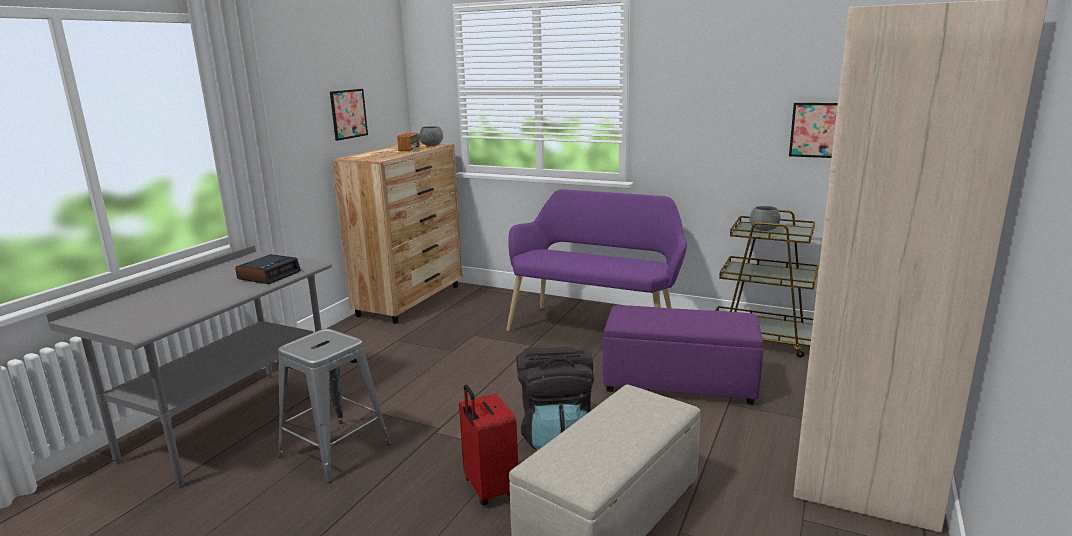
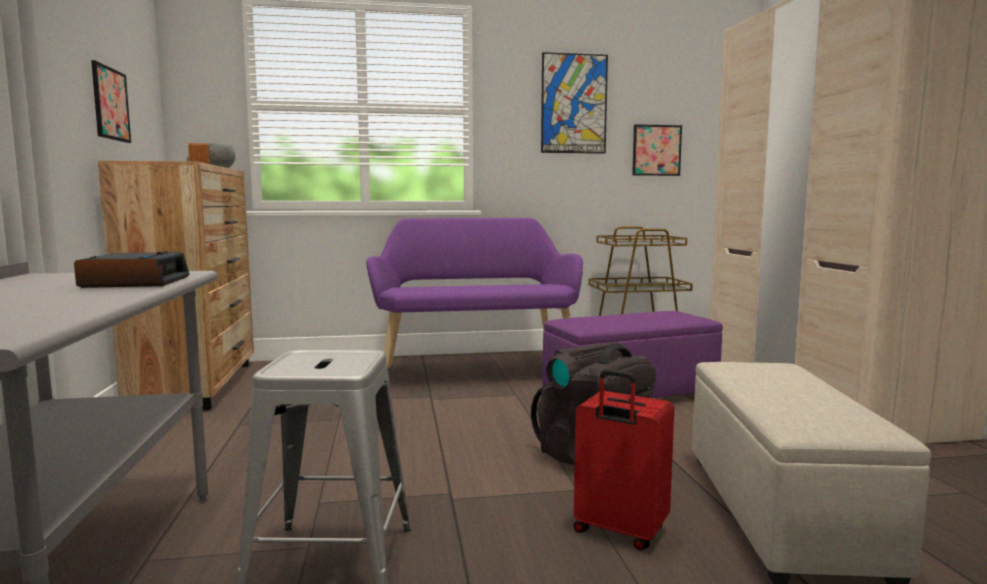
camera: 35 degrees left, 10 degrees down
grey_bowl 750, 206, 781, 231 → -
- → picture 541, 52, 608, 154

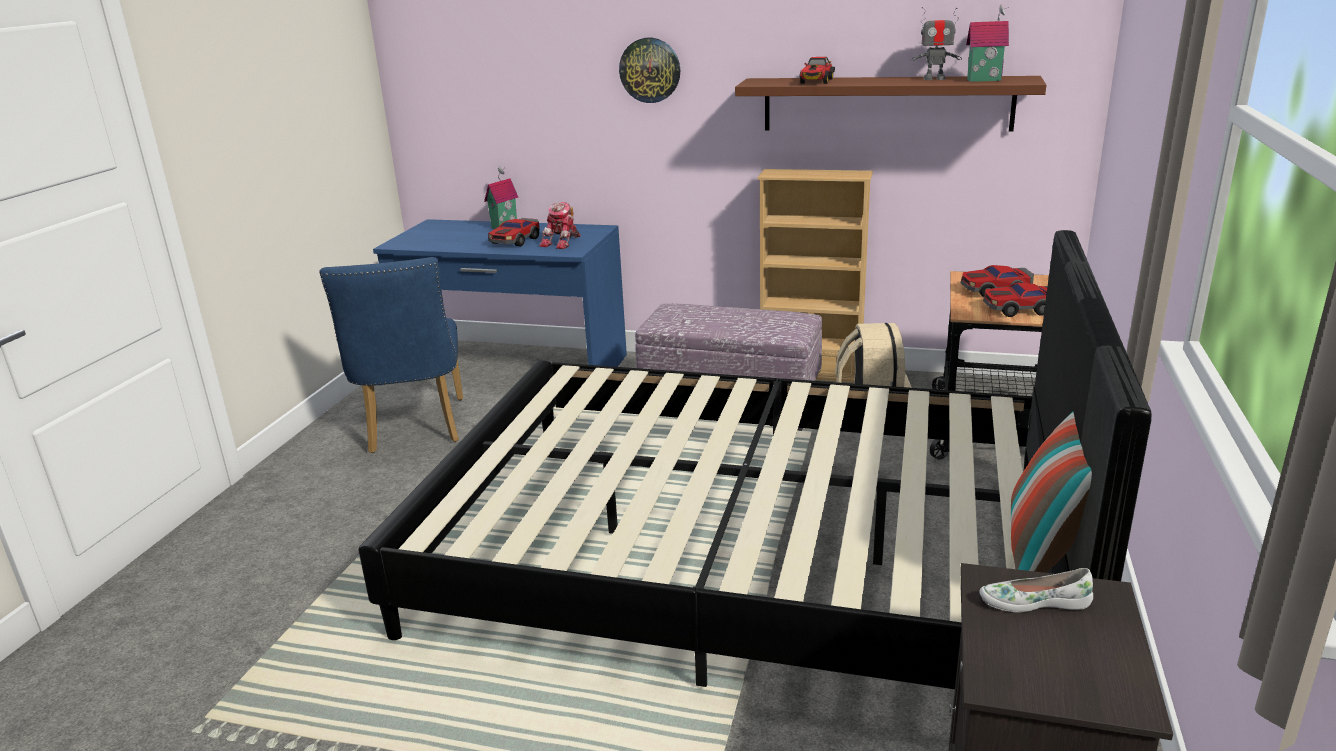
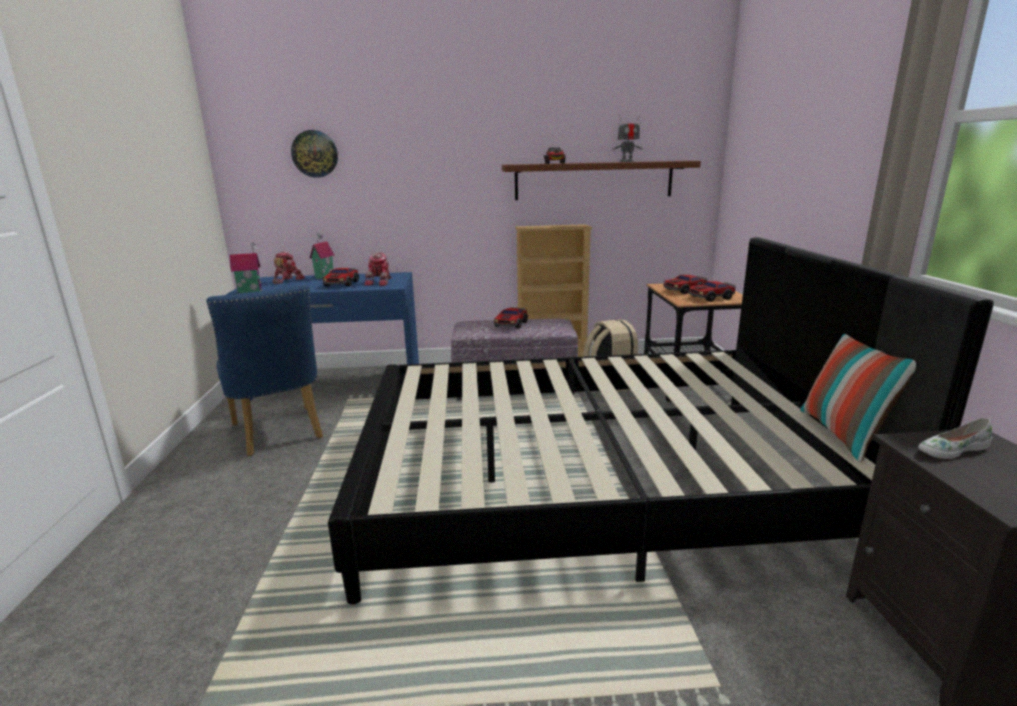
camera: 20 degrees left, 5 degrees down
- → toy_robot 273, 251, 305, 284
- → toy_car 494, 307, 528, 328
wall_clock 619, 38, 680, 103 → wall_clock 291, 130, 338, 178, relocated
toy_house 966, 5, 1009, 82 → toy_house 230, 242, 262, 294, relocated

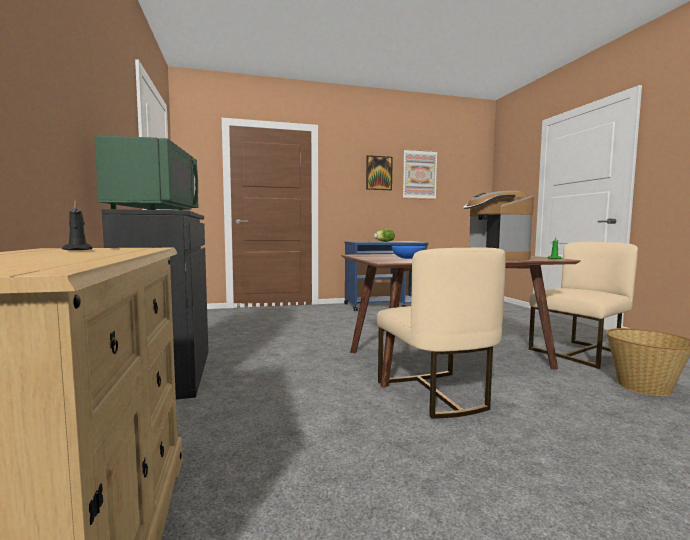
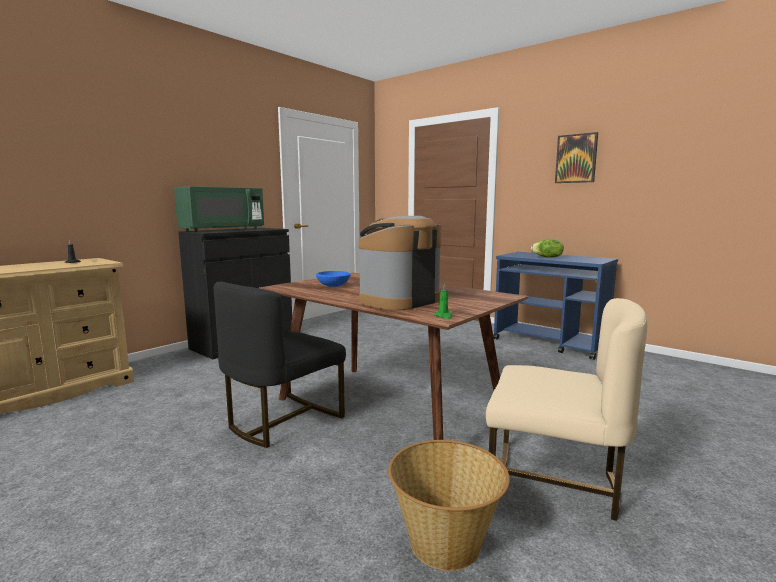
camera: 55 degrees right, 5 degrees up
picture 403, 149, 438, 200 → -
beige_chair 377, 248, 506, 419 → black_chair 214, 282, 346, 448

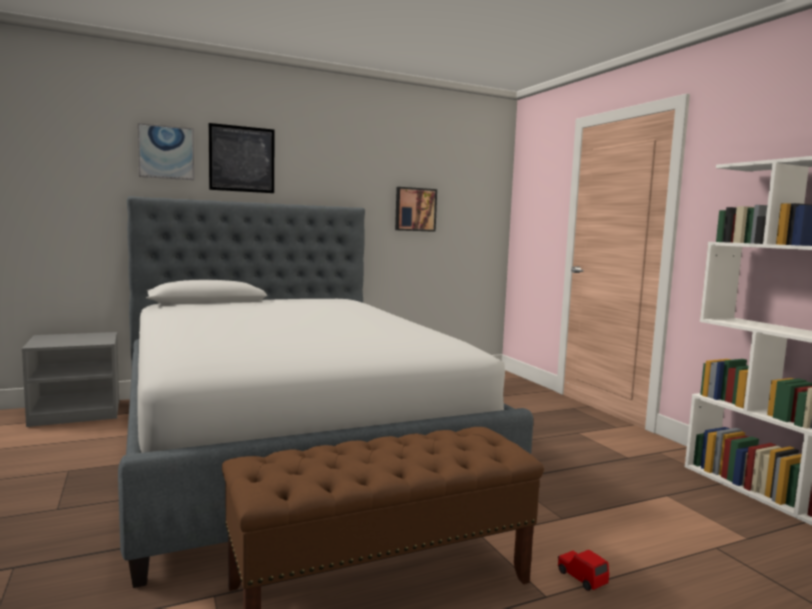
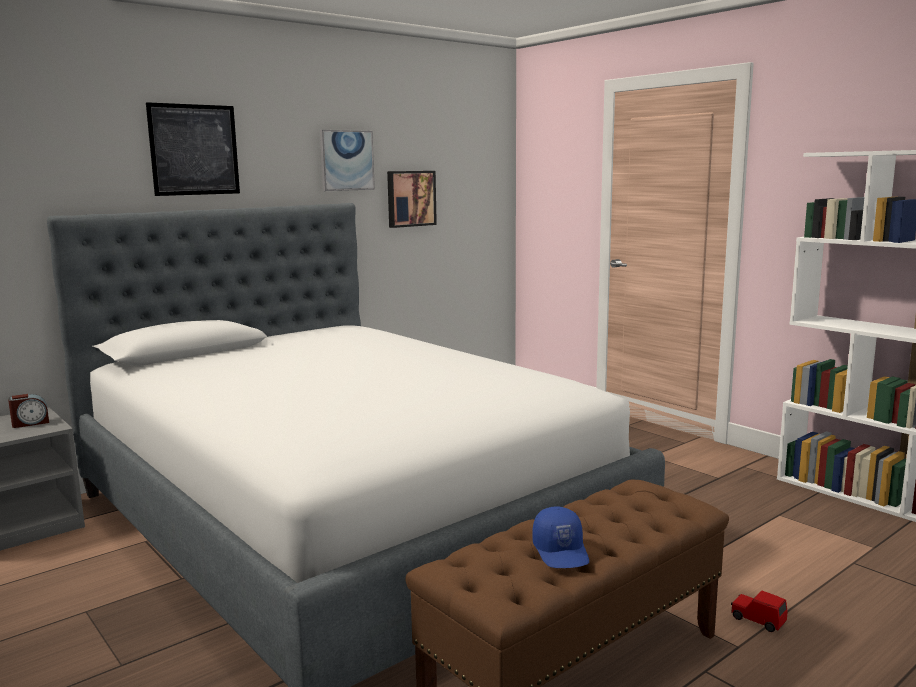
camera: 15 degrees left, 5 degrees up
- → alarm_clock 8, 394, 49, 428
- → blue_cap 532, 506, 589, 568
picture 138, 123, 194, 180 → picture 320, 130, 375, 191, relocated

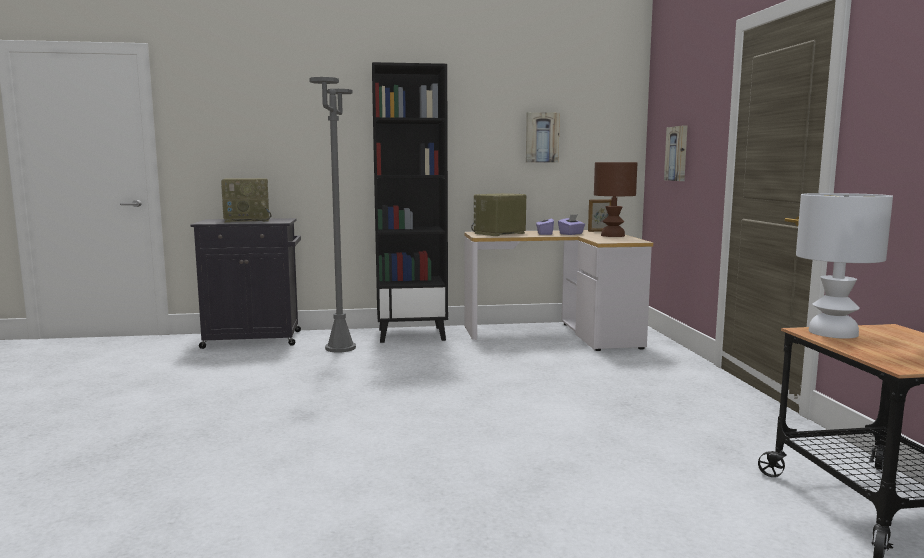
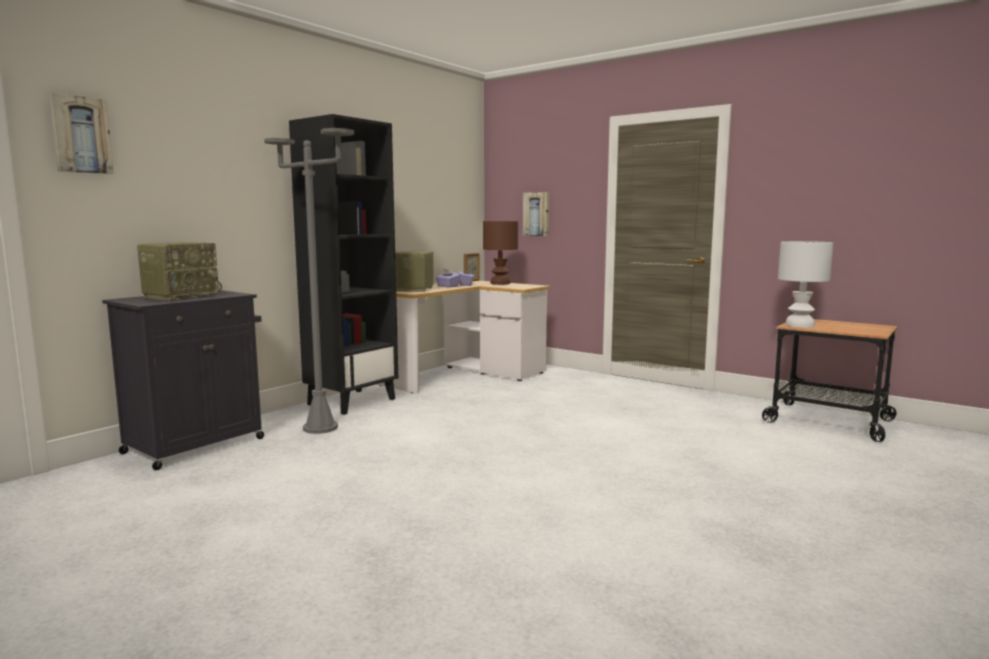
camera: 45 degrees left, 0 degrees up
picture 526, 112, 560, 163 → picture 49, 93, 114, 174, relocated

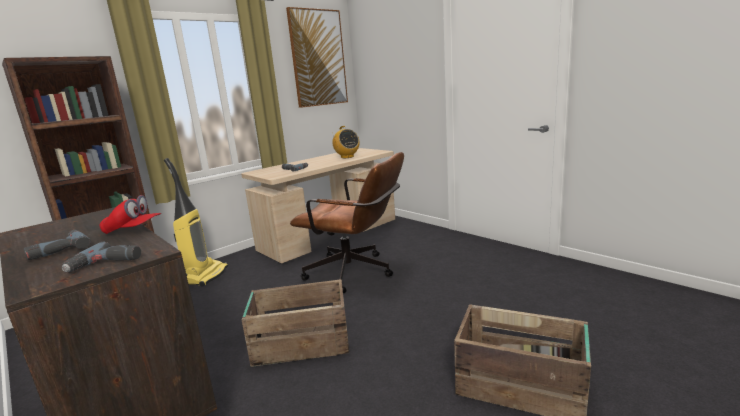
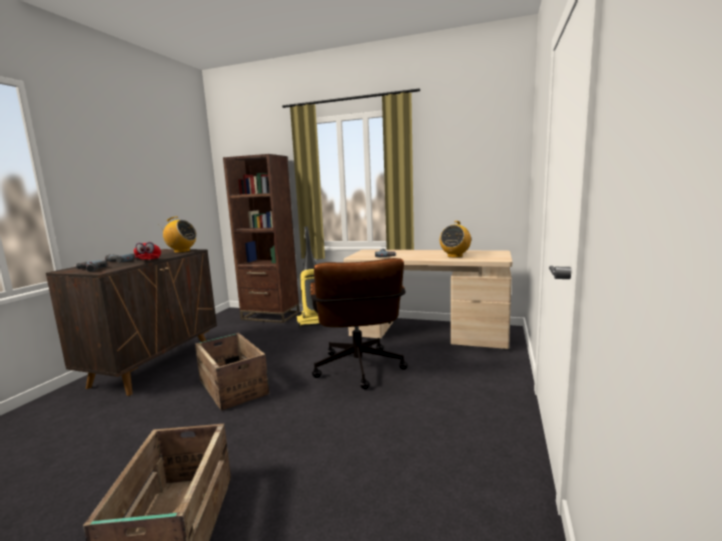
camera: 60 degrees right, 5 degrees down
picture 286, 7, 348, 108 → -
- → radio 160, 216, 197, 253

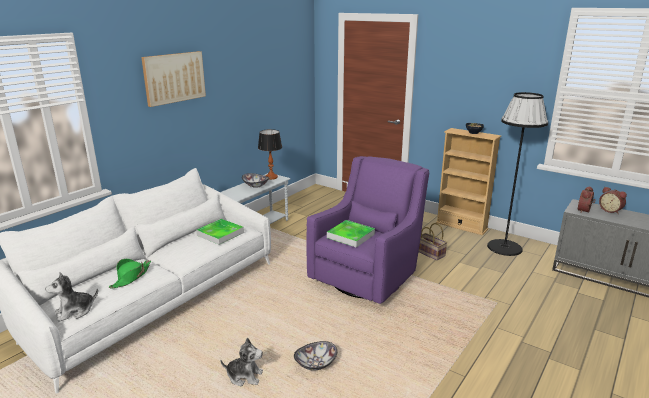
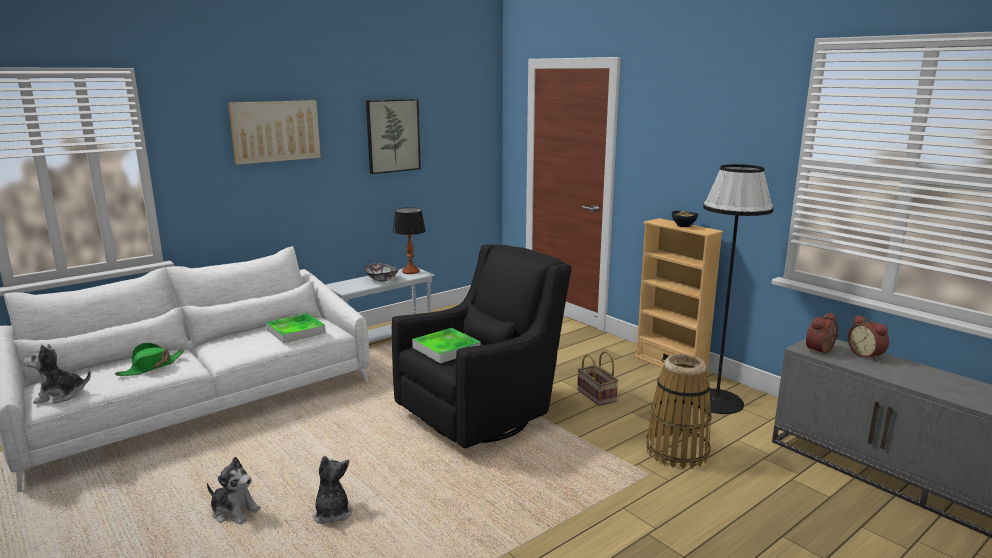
camera: 15 degrees right, 5 degrees down
- → picture 366, 99, 421, 174
- → basket 646, 354, 712, 469
bowl 294, 341, 337, 371 → plush_toy 312, 456, 353, 524
purple_armchair 306, 156, 429, 304 → black_armchair 392, 244, 571, 448

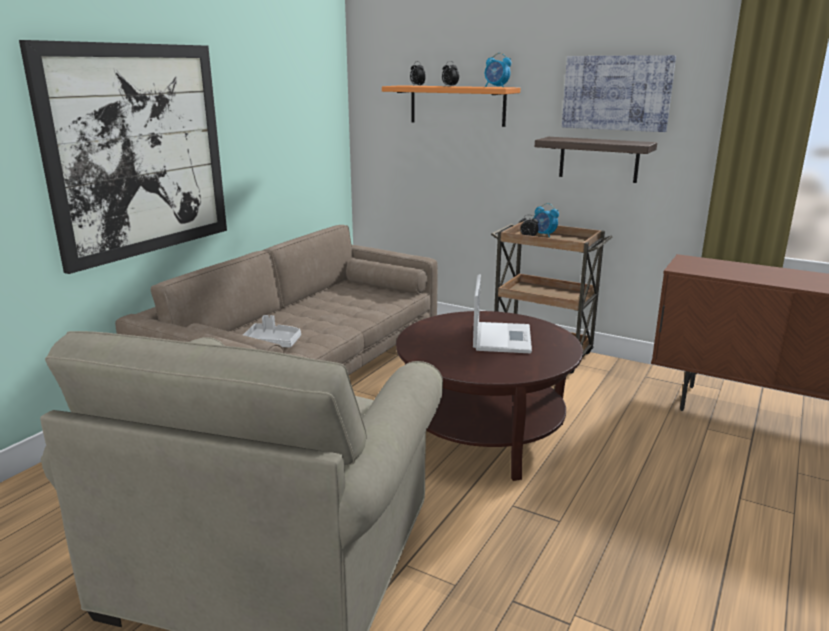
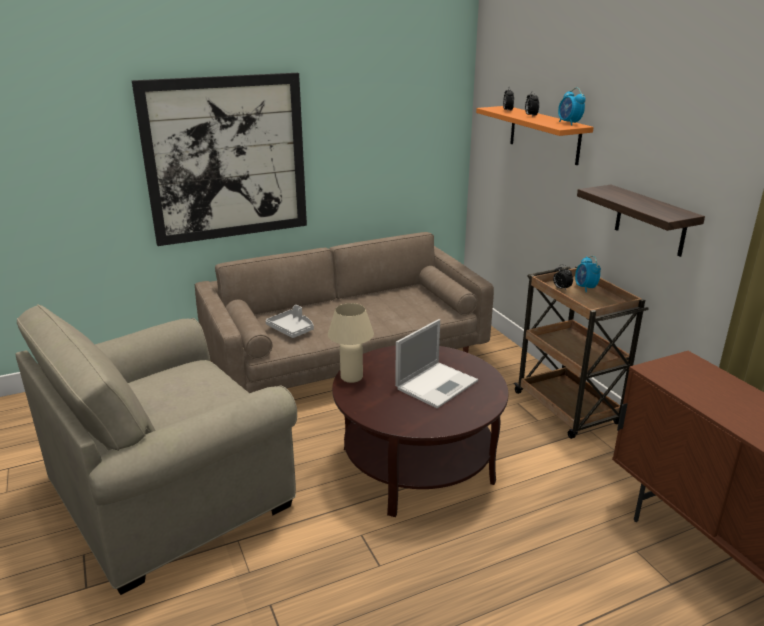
camera: 35 degrees right, 5 degrees up
picture 562, 55, 676, 132 → -
- → beige_table_lamp 328, 303, 374, 383

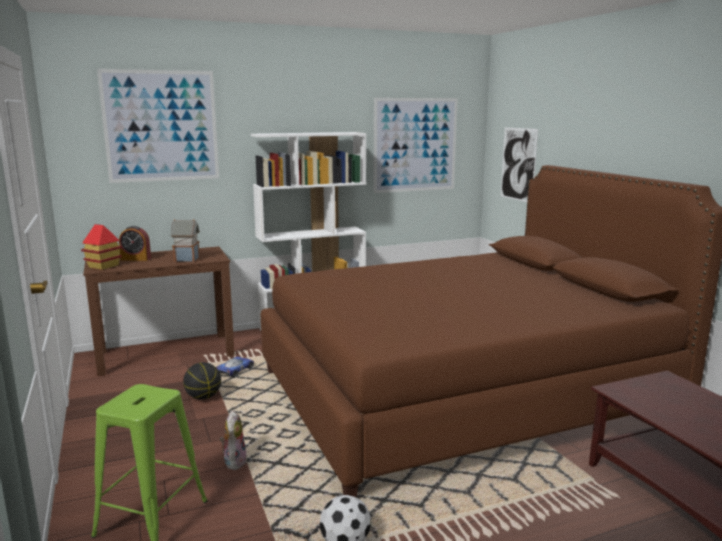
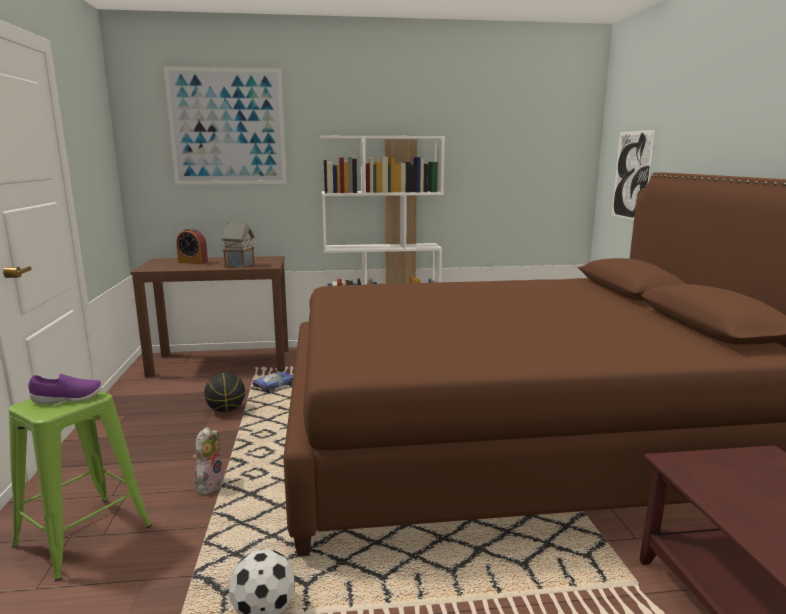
camera: 15 degrees right, 0 degrees up
toy_house 81, 224, 122, 270 → -
picture 373, 98, 458, 193 → -
- → purple_shoe 28, 374, 102, 404

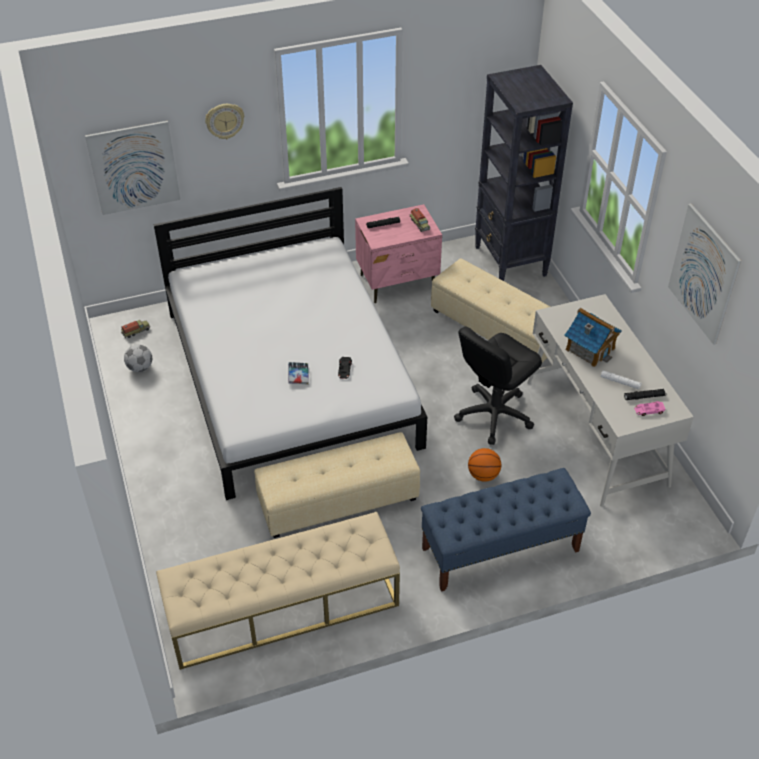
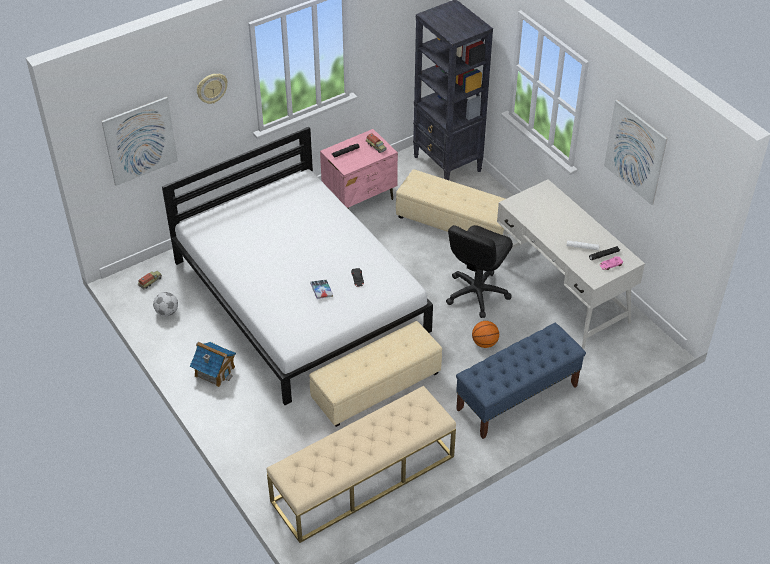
camera: 15 degrees left, 0 degrees up
toy_house 565, 308, 622, 367 → toy_house 190, 342, 236, 387, relocated

